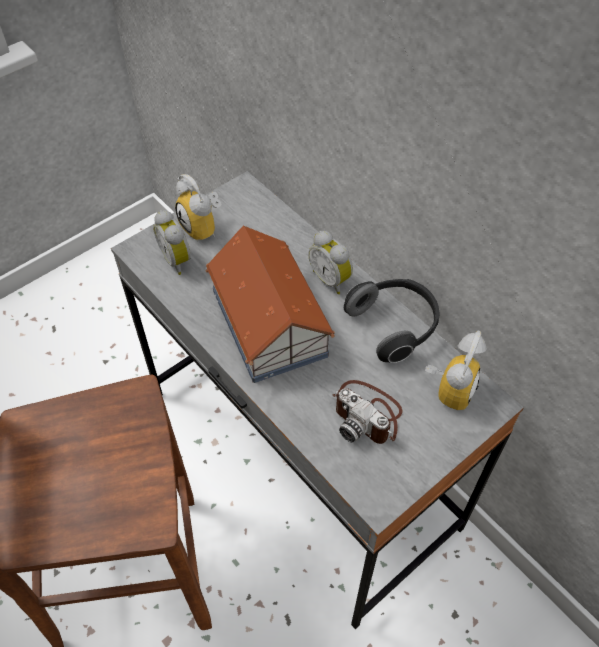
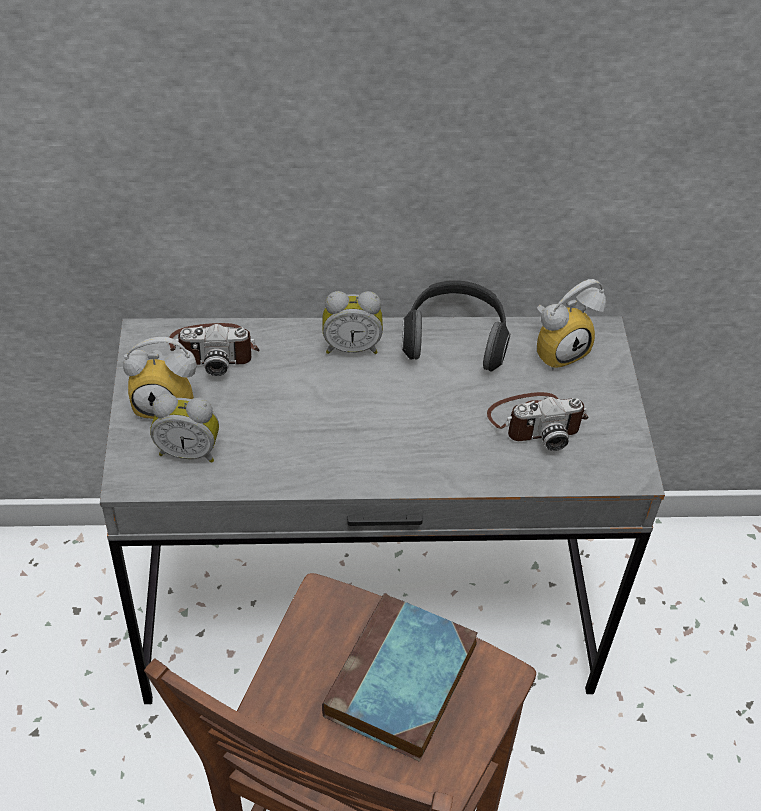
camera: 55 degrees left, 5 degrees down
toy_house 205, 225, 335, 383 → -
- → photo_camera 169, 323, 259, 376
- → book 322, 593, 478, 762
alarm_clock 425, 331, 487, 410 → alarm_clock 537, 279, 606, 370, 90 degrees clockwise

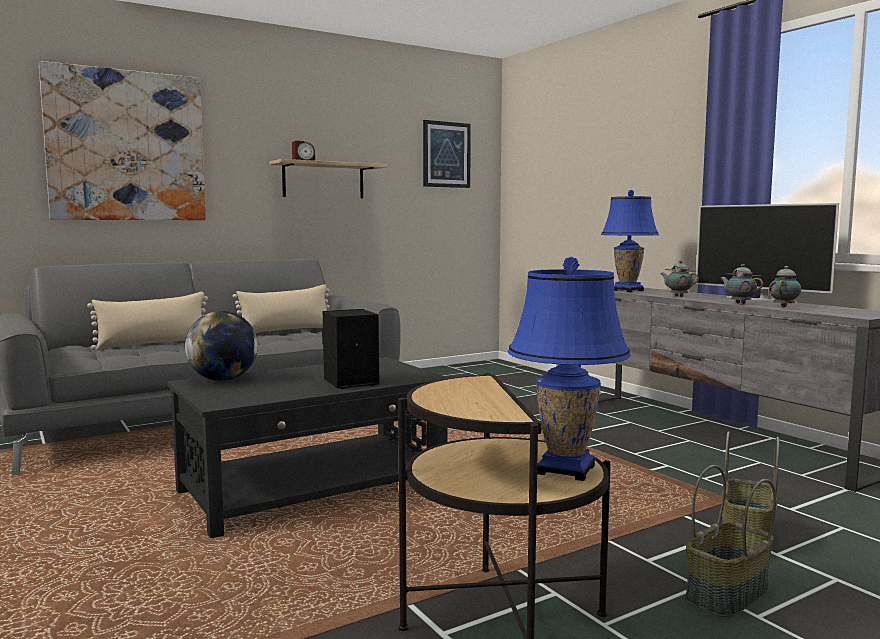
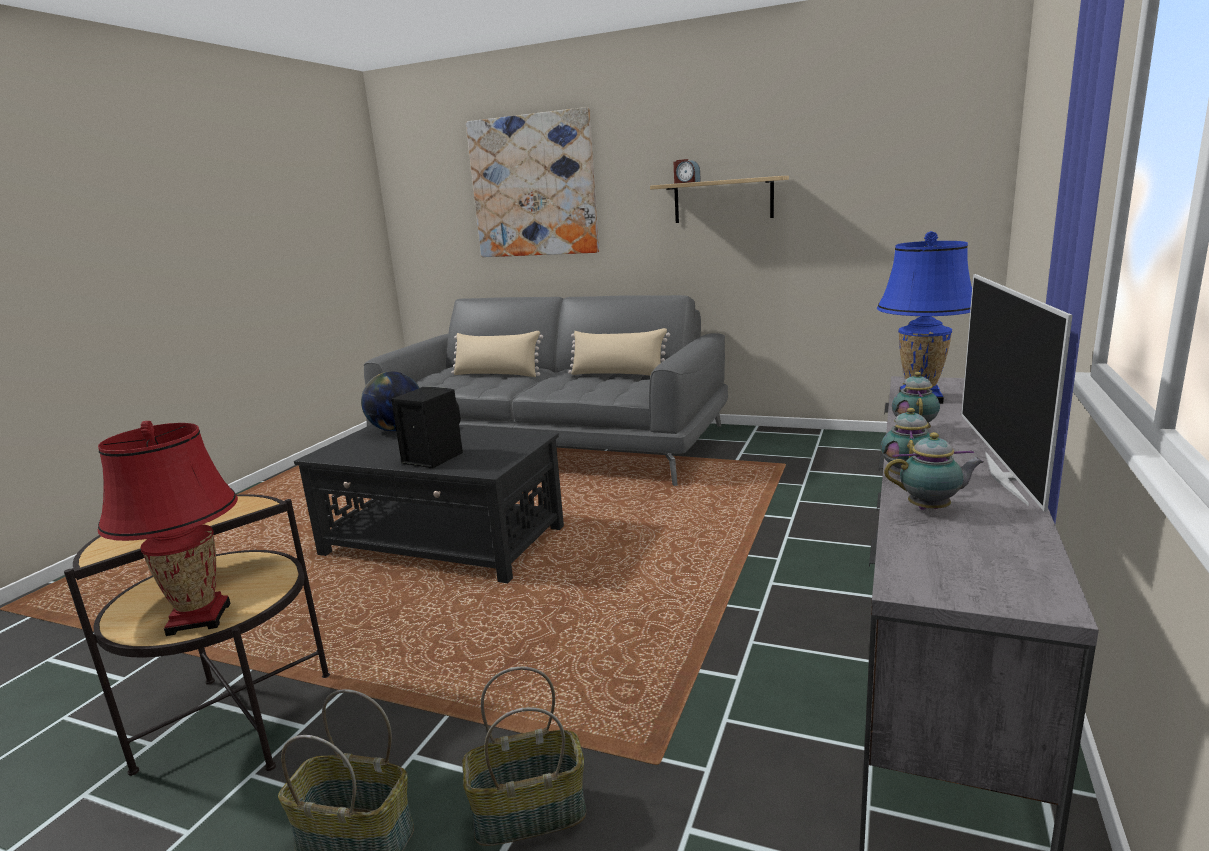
camera: 55 degrees right, 10 degrees up
picture 423, 120, 471, 188 → -
blue_table_lamp 508, 257, 631, 481 → red_table_lamp 98, 421, 238, 636

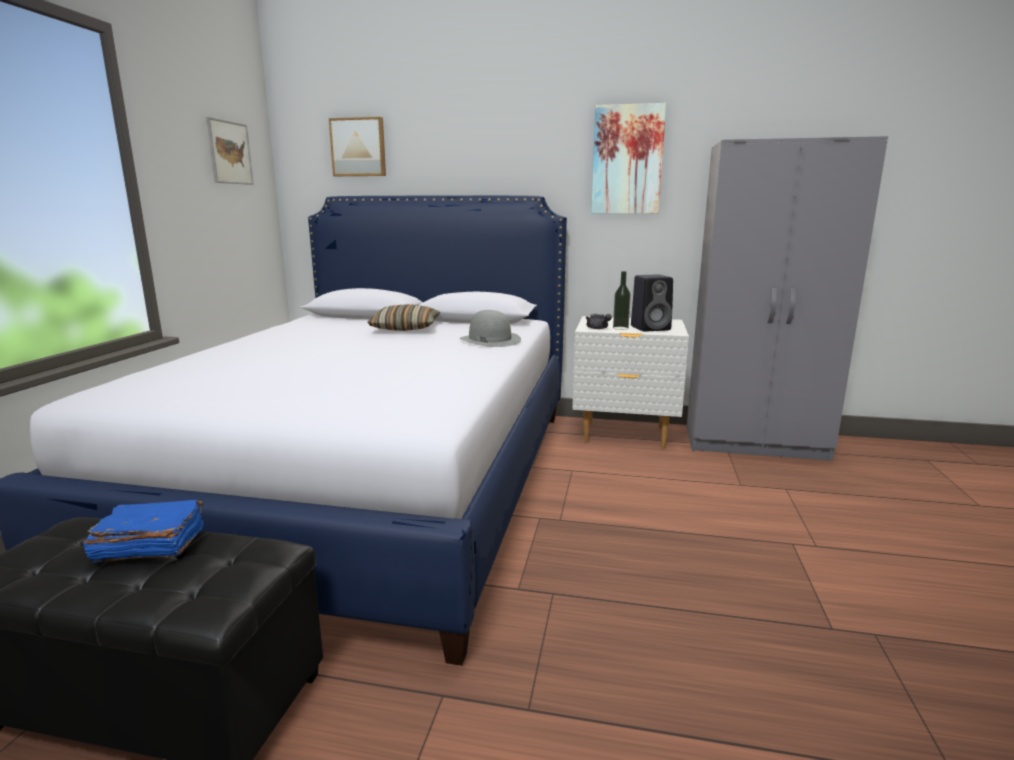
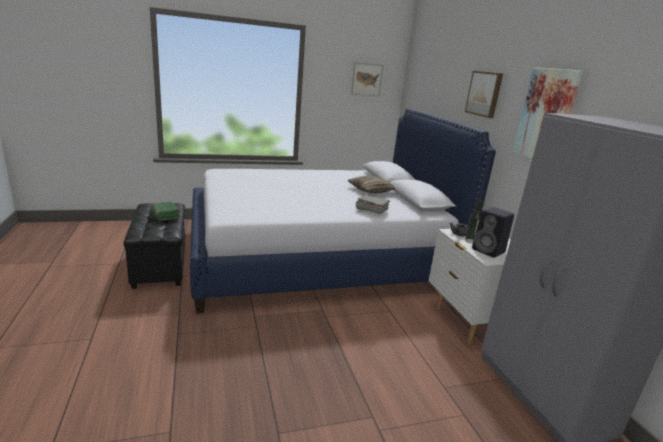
camera: 60 degrees right, 5 degrees up
picture 329, 117, 386, 176 → picture 465, 71, 503, 118, relocated
grey_hat 460, 310, 521, 347 → grey_book 356, 195, 390, 214
blue_book 84, 500, 204, 562 → green_book 151, 202, 180, 221

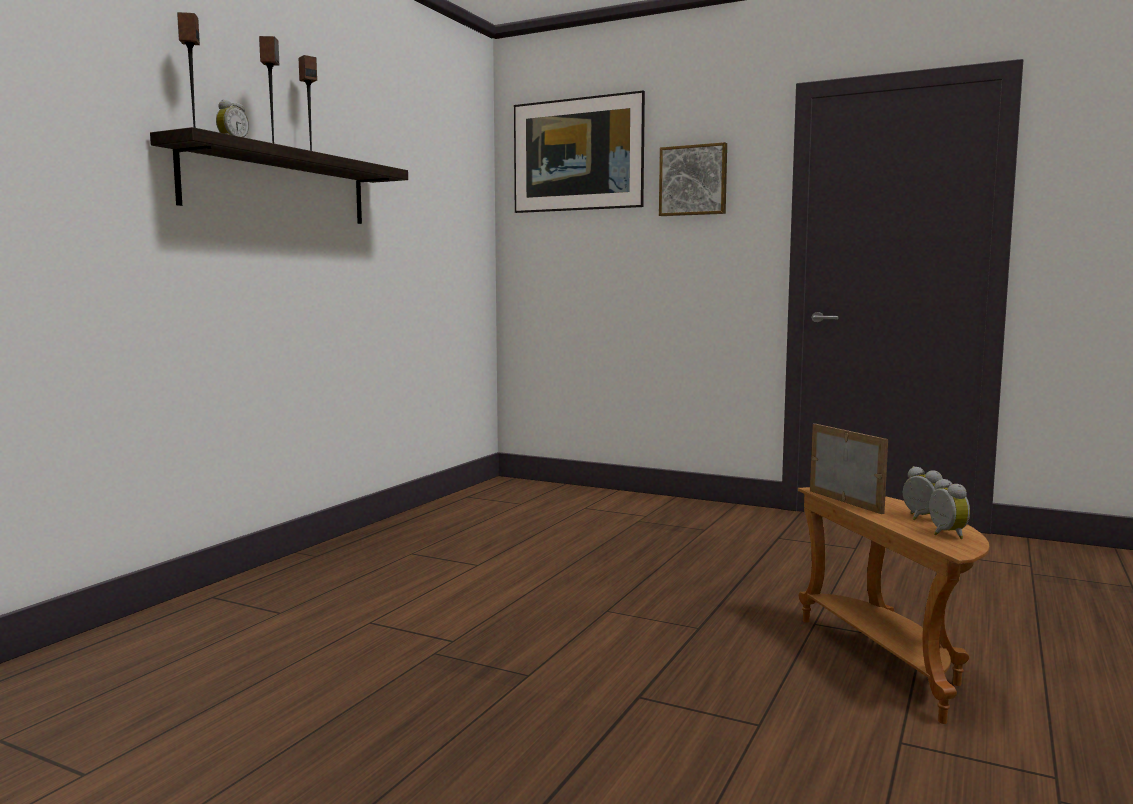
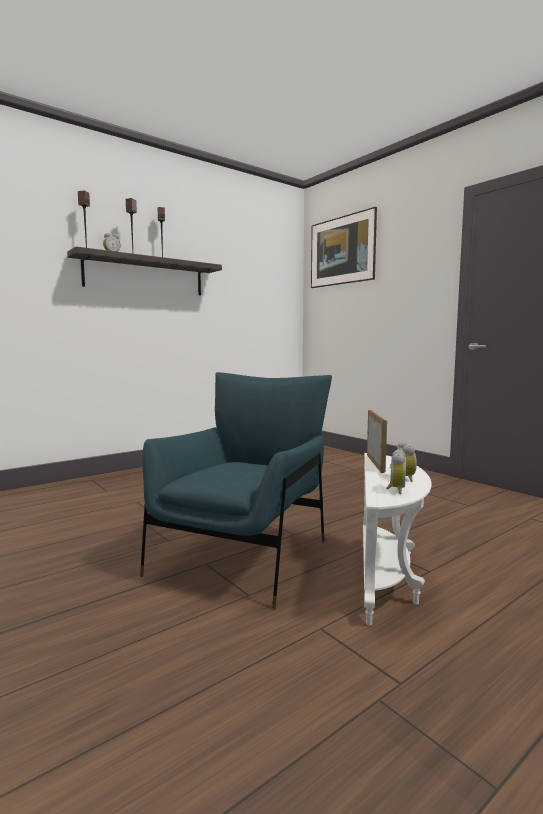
camera: 25 degrees right, 0 degrees up
picture 659, 142, 727, 216 → -
- → blue_armchair 140, 372, 332, 609
brown_side_table 798, 487, 990, 724 → white_side_table 363, 453, 432, 626

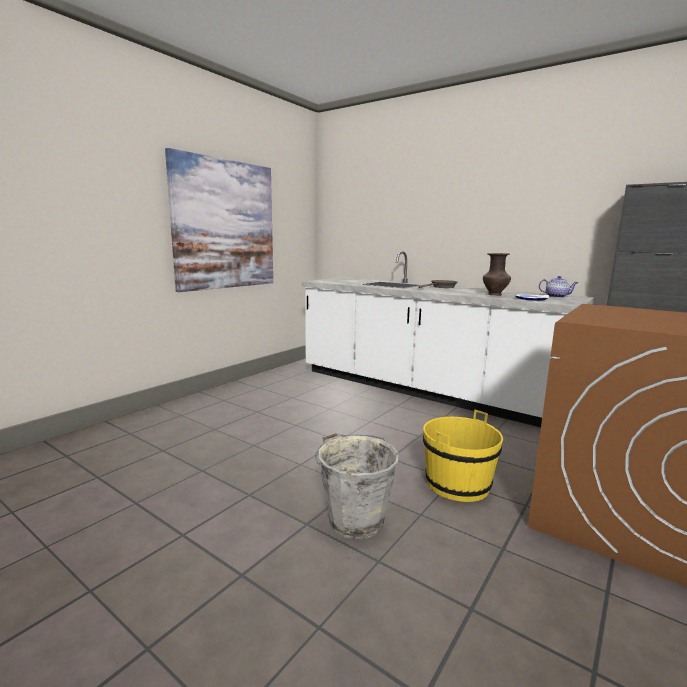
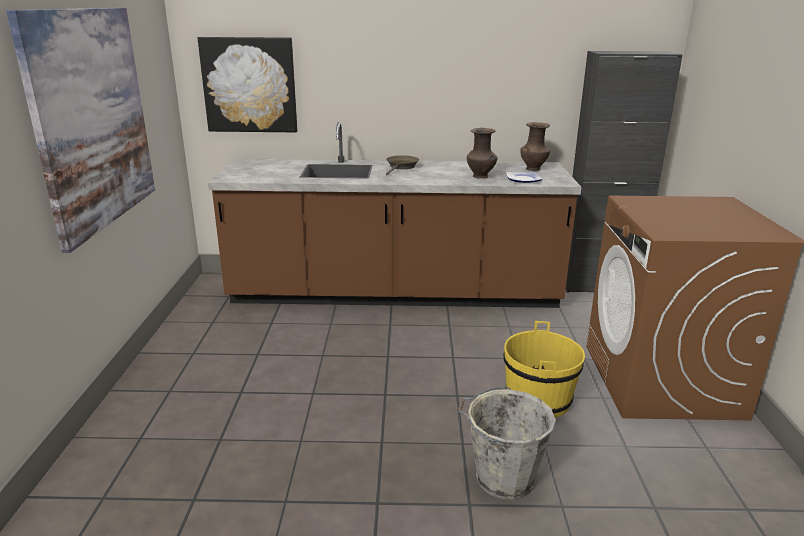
camera: 35 degrees left, 10 degrees up
- → picture 198, 37, 297, 133
teapot 539, 276, 578, 298 → brown_vase 520, 122, 550, 171
white_counter 302, 251, 595, 427 → brown_counter 208, 122, 582, 308

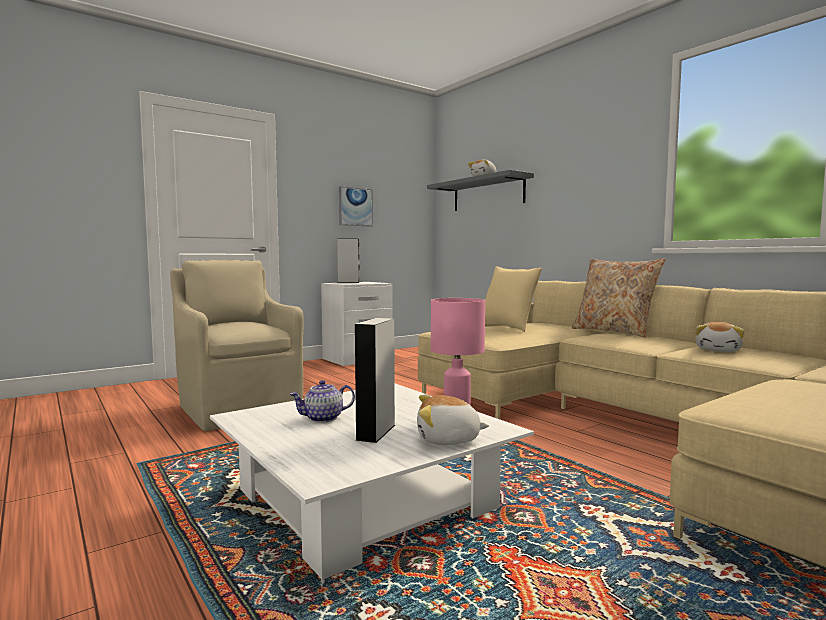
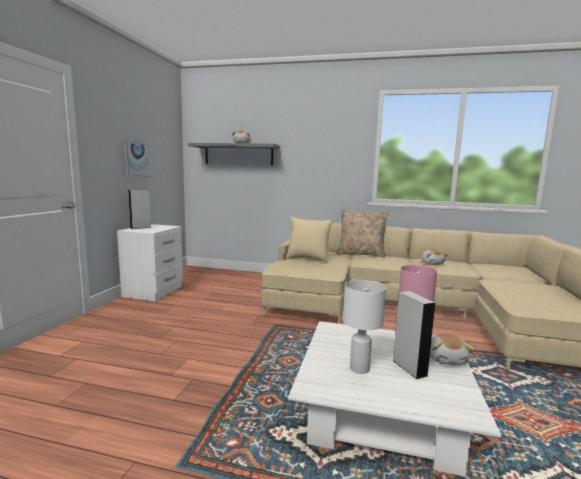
camera: 40 degrees left, 5 degrees up
beige_armchair 170, 260, 304, 431 → -
teapot 290, 380, 355, 422 → white_table_lamp 343, 280, 386, 374
plush_toy 417, 395, 489, 445 → plush_toy 430, 334, 475, 365, 45 degrees counterclockwise

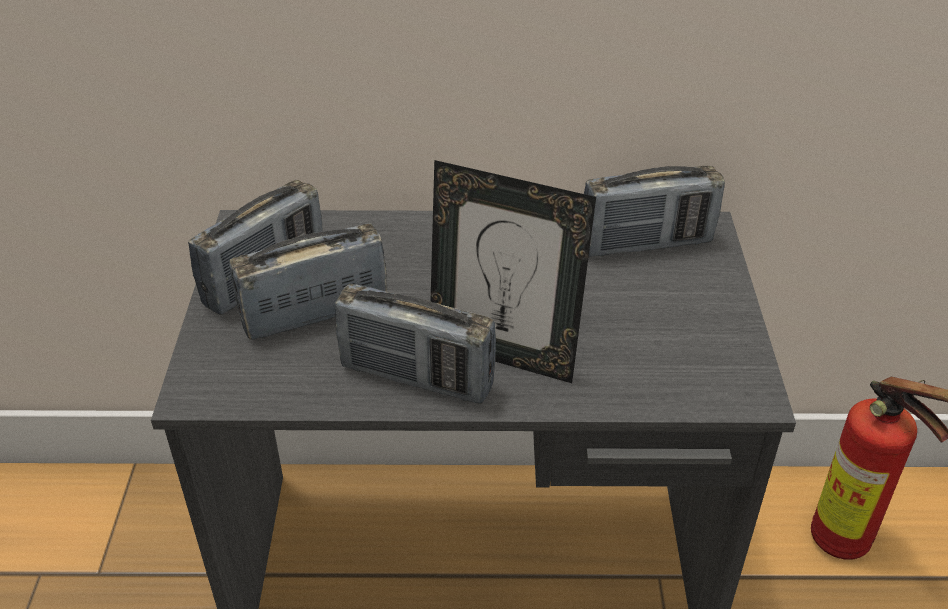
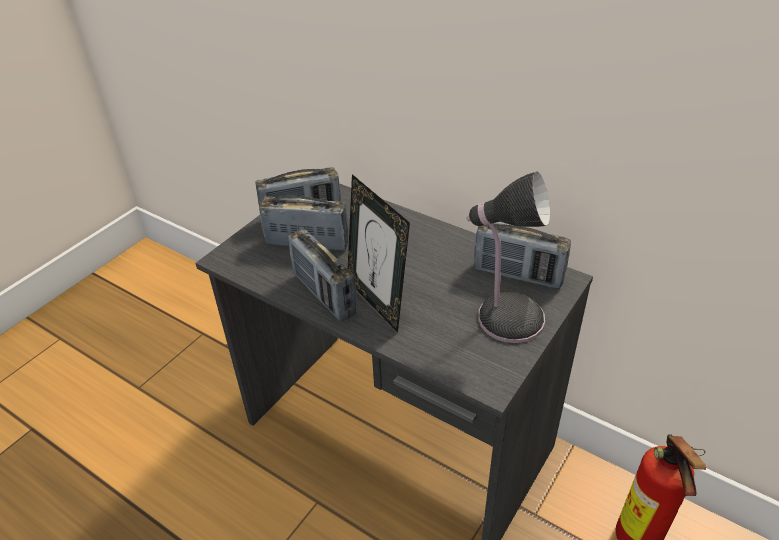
camera: 35 degrees right, 0 degrees up
- → table_lamp 466, 171, 550, 343

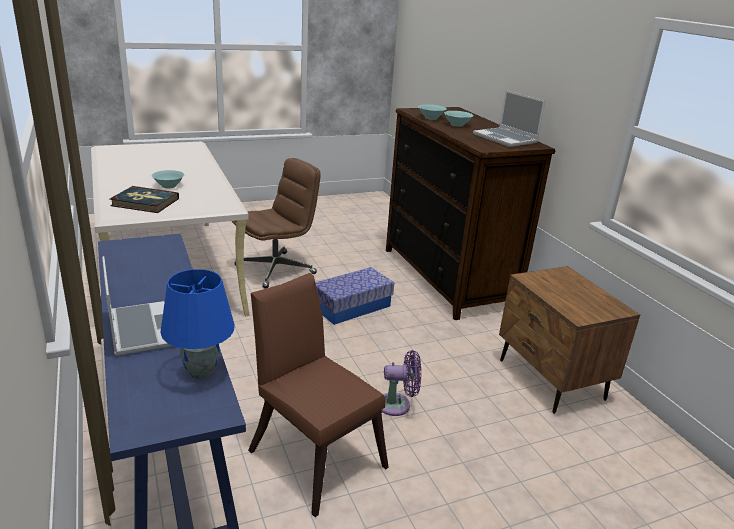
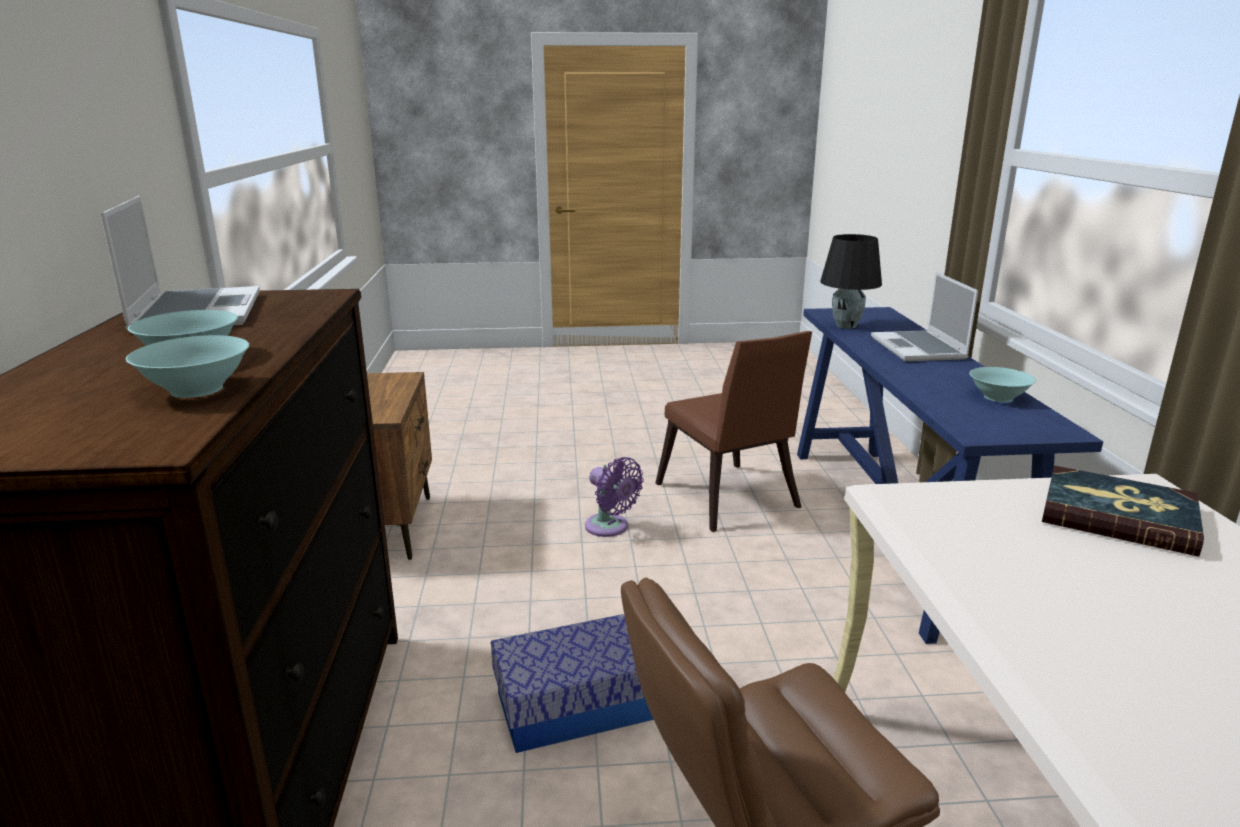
camera: 160 degrees left, 5 degrees down
turquoise_bowl 152, 170, 184, 188 → turquoise_bowl 969, 367, 1036, 402, relocated
blue_table_lamp 160, 269, 235, 379 → black_table_lamp 820, 234, 882, 329
purple_fan 382, 350, 421, 416 → purple_fan 585, 457, 644, 537, 150 degrees counterclockwise

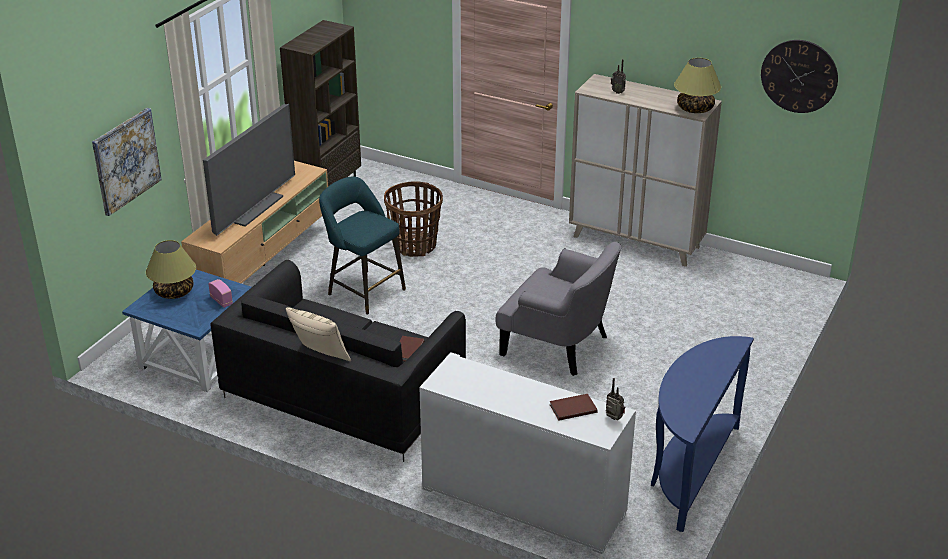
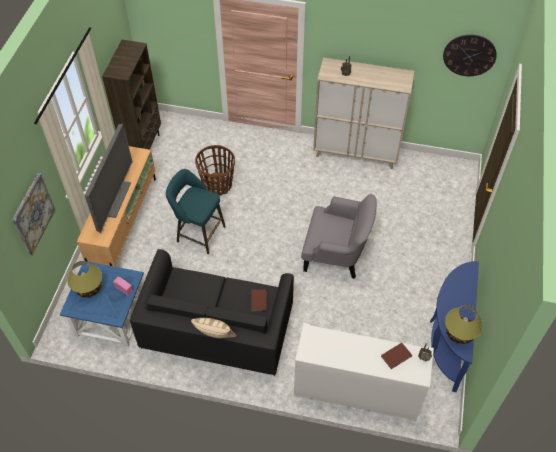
camera: 15 degrees left, 20 degrees up
table_lamp 674, 58, 721, 113 → table_lamp 445, 305, 483, 344, relocated

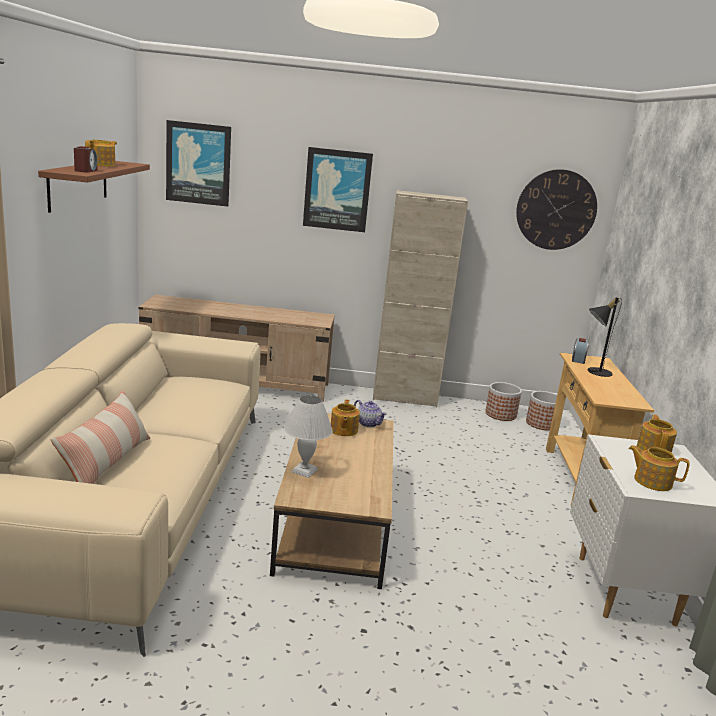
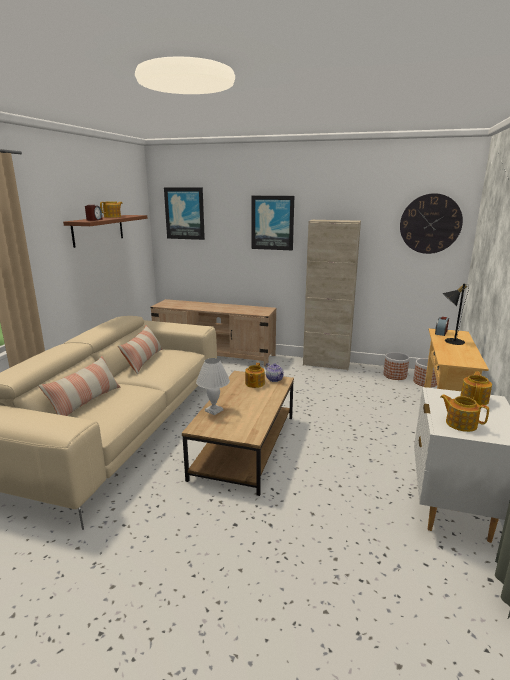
camera: 15 degrees right, 0 degrees up
- → pillow 118, 325, 163, 375

